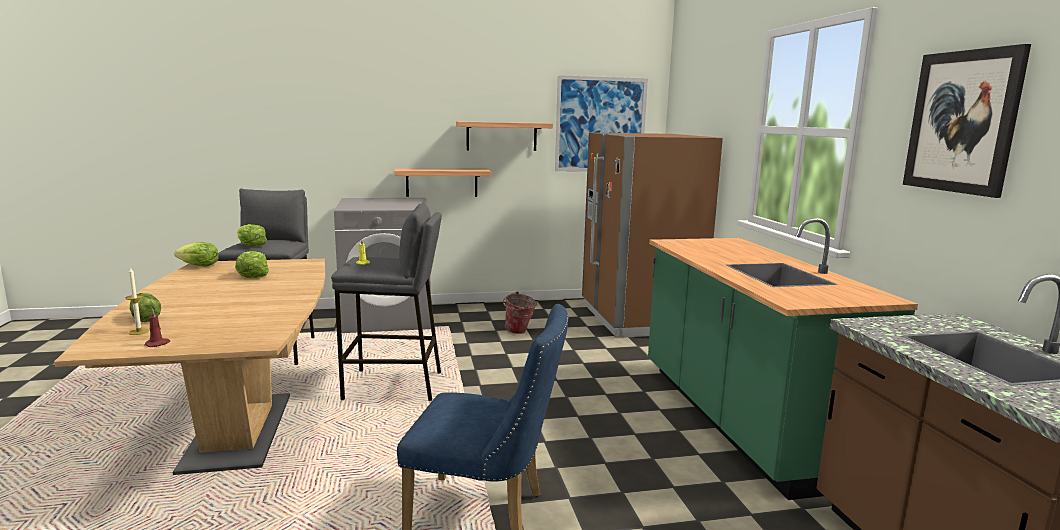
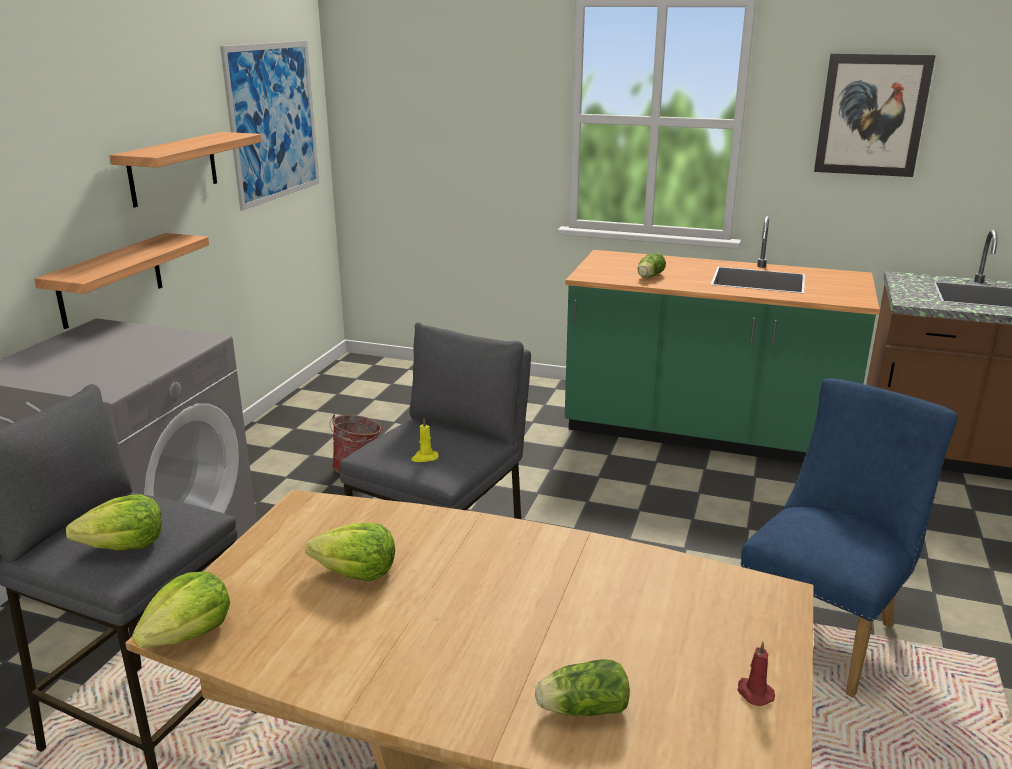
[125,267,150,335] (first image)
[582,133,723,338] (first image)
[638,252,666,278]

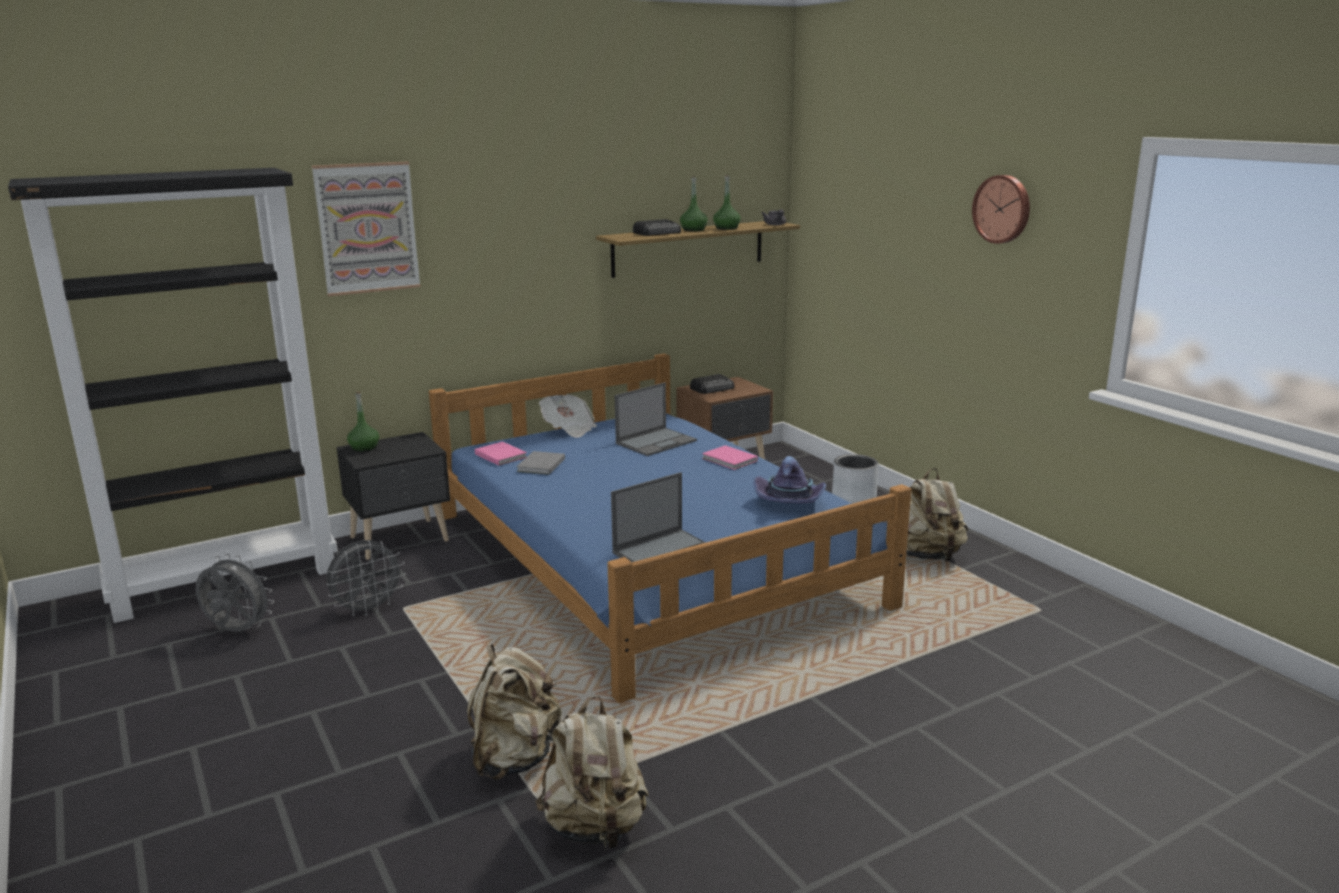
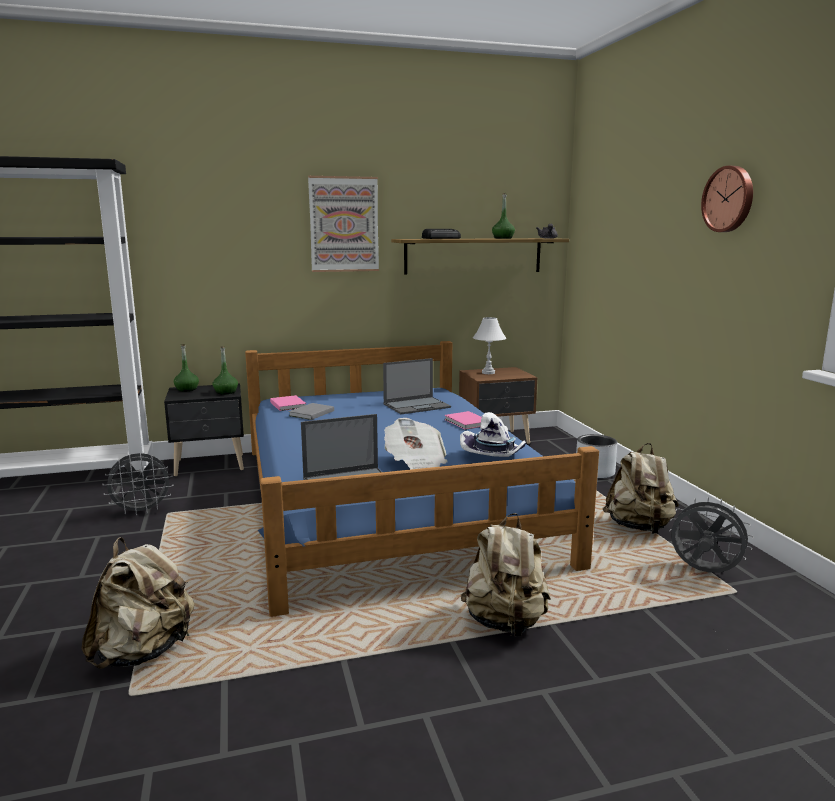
[669,496,754,573]
[308,176,379,272]
[461,513,551,637]
[384,418,447,469]
[212,346,238,395]
[473,317,506,374]
[460,412,526,457]

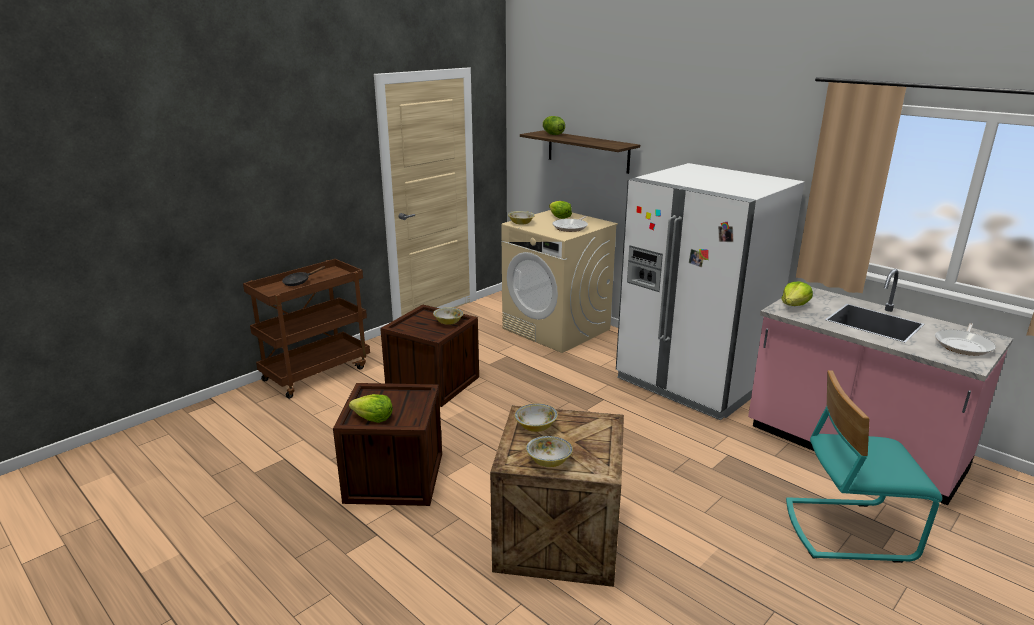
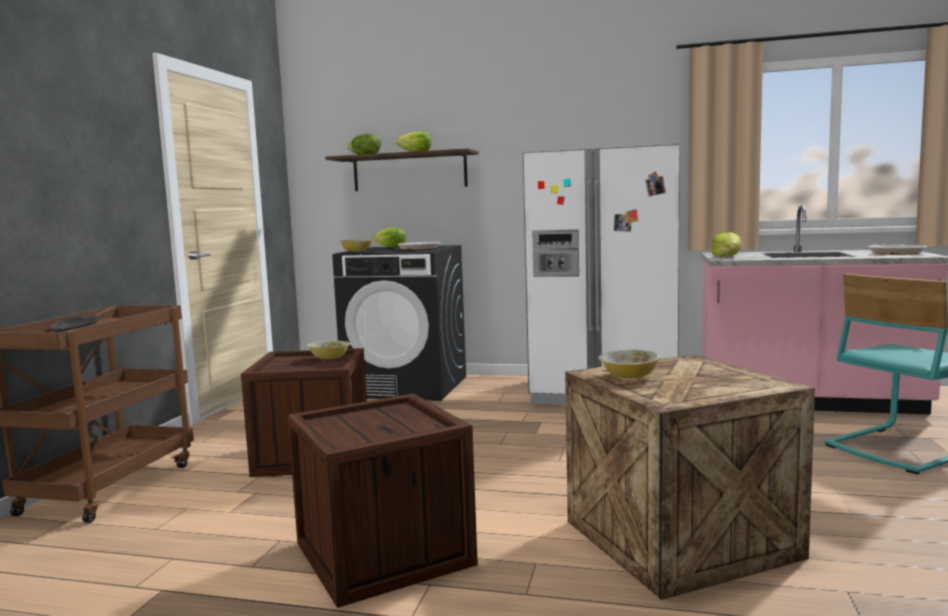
[396,131,431,152]
[332,245,466,401]
[526,436,573,467] (first image)

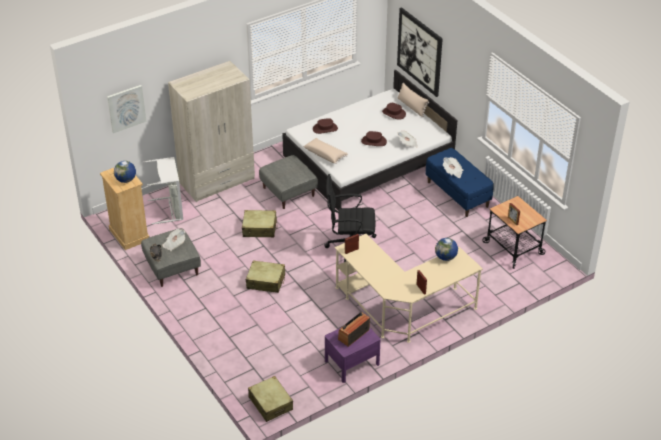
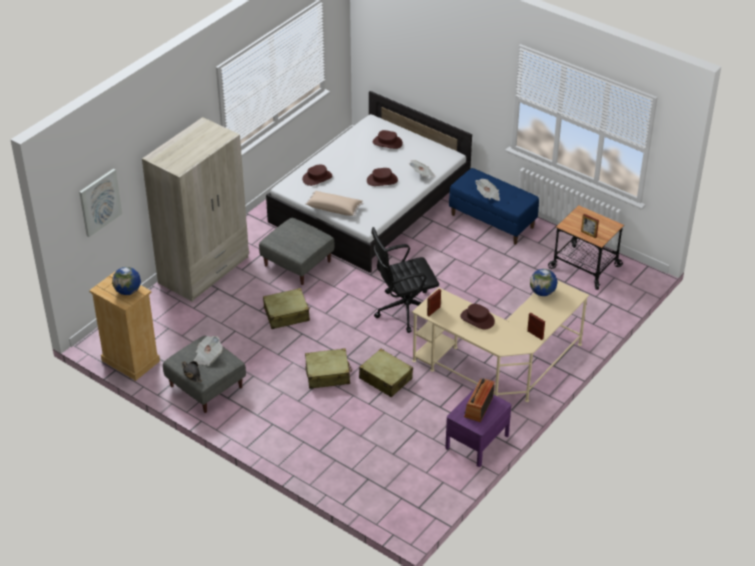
[143,157,183,224] (first image)
[359,349,413,397]
[397,7,443,97] (first image)
[397,83,429,117] (first image)
[460,304,495,329]

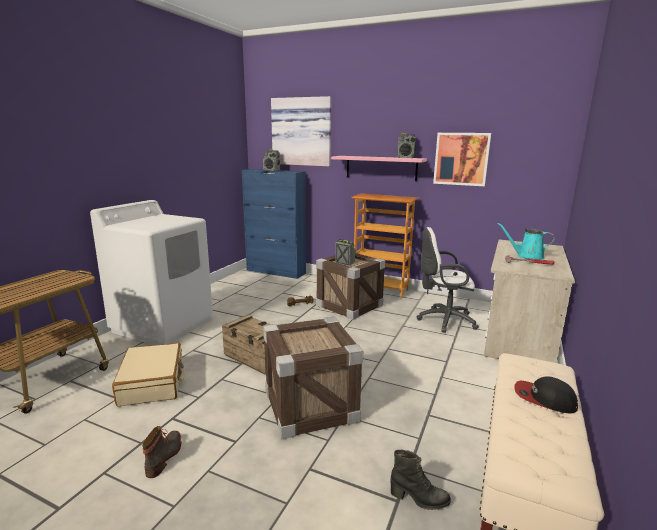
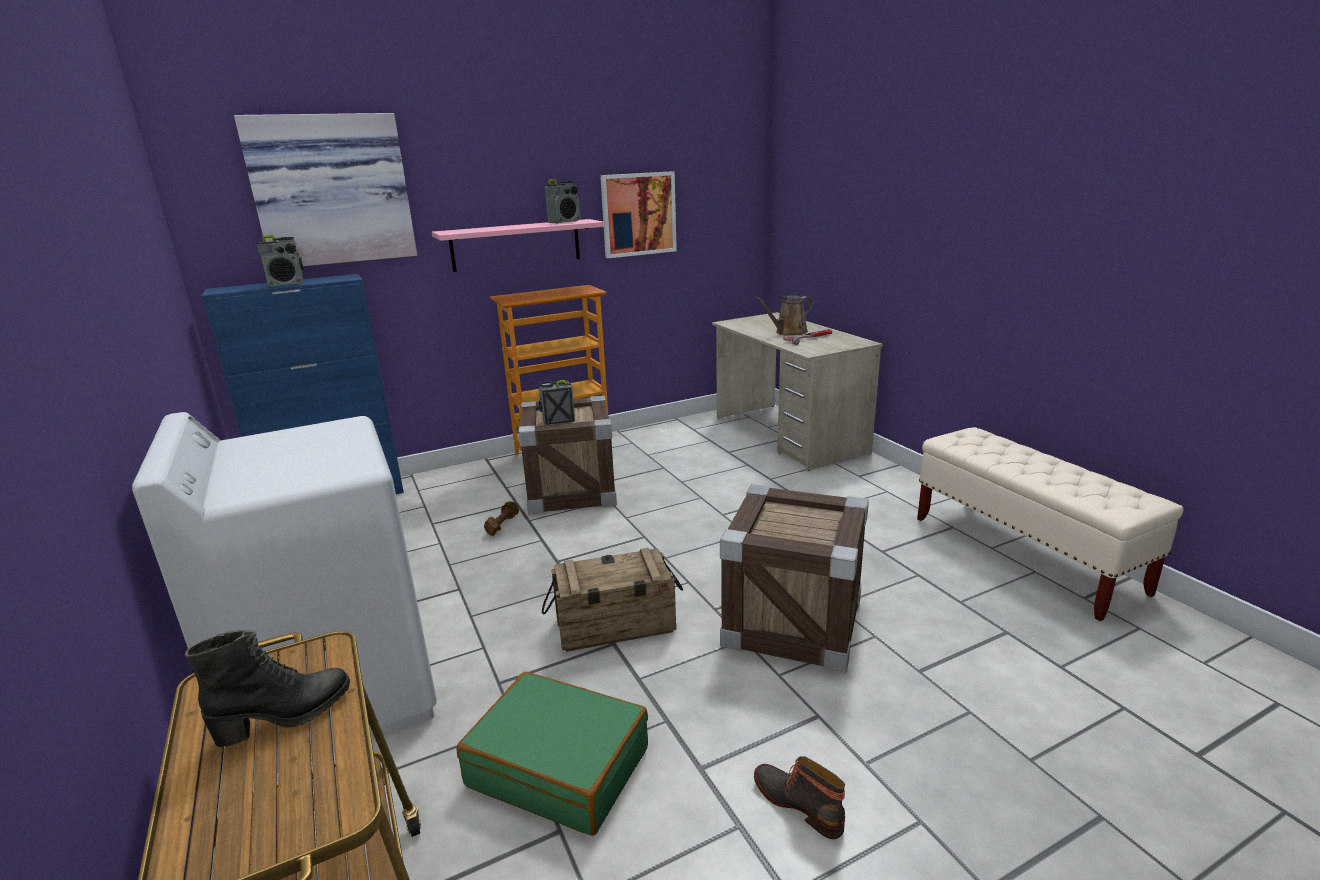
[457,672,648,836]
[185,630,350,747]
[417,227,479,333] (first image)
[755,295,813,336]
[514,376,578,414] (first image)

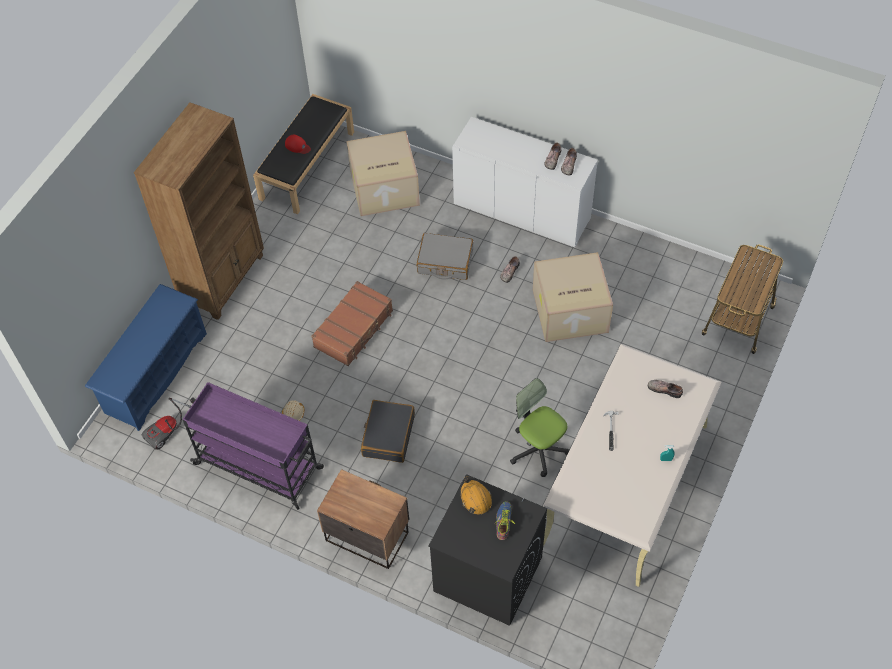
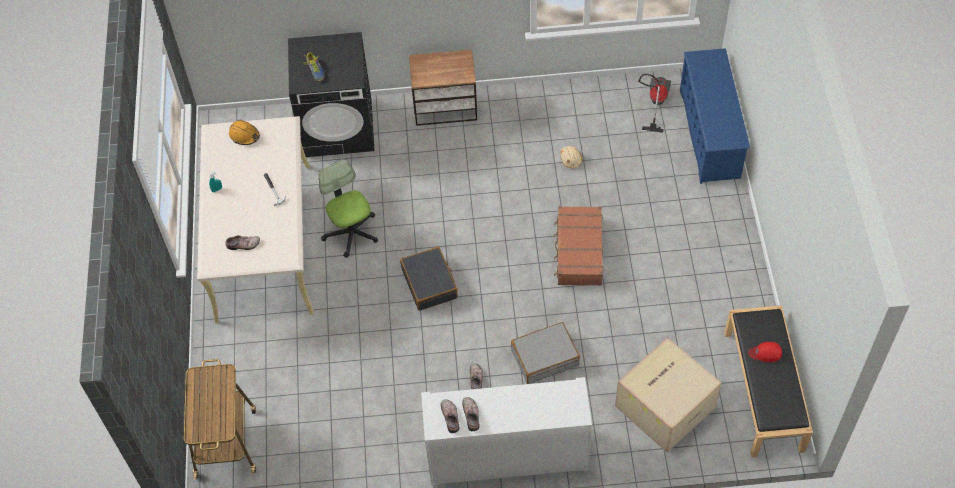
[134,103,264,320] (first image)
[182,382,324,510] (first image)
[400,247,458,311]
[229,119,260,145]
[319,159,378,258]
[533,252,613,342] (first image)

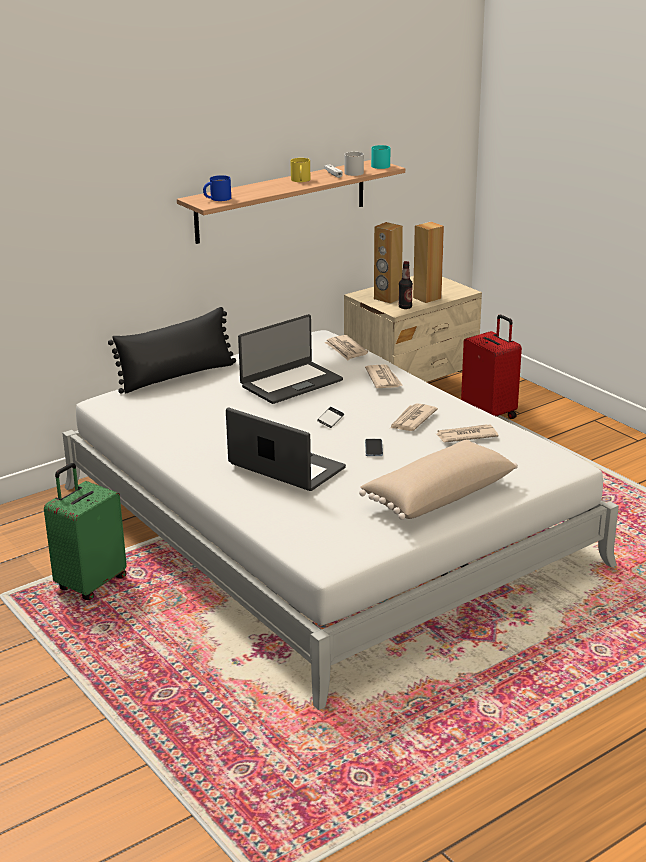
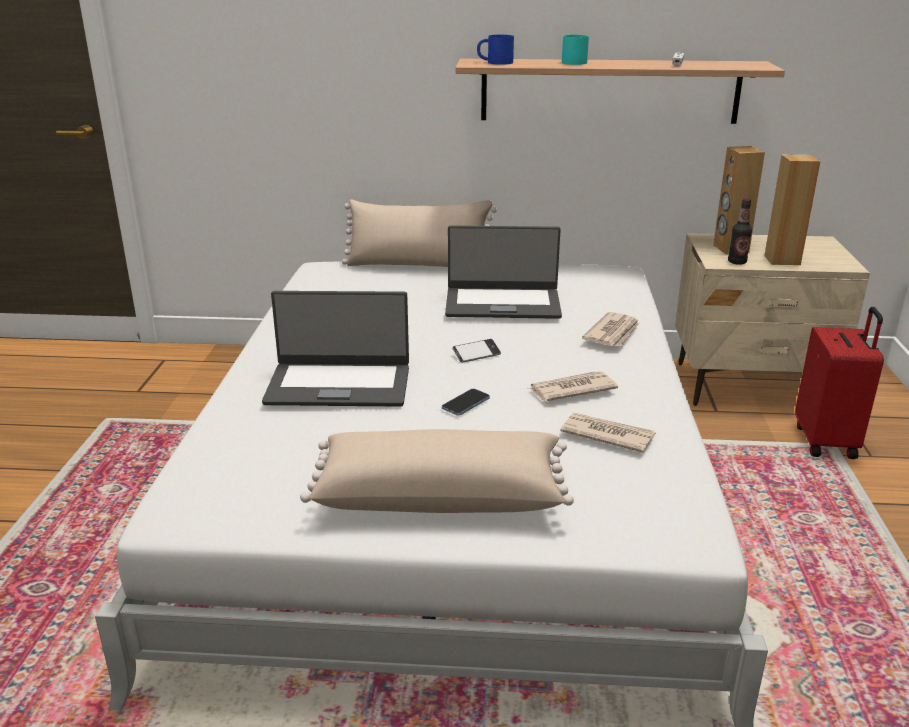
[44,463,127,600] (first image)
[342,199,497,267]
[262,291,409,407]
[290,158,310,182] (first image)
[324,335,368,360] (first image)
[345,152,364,176] (first image)
[562,35,589,65]

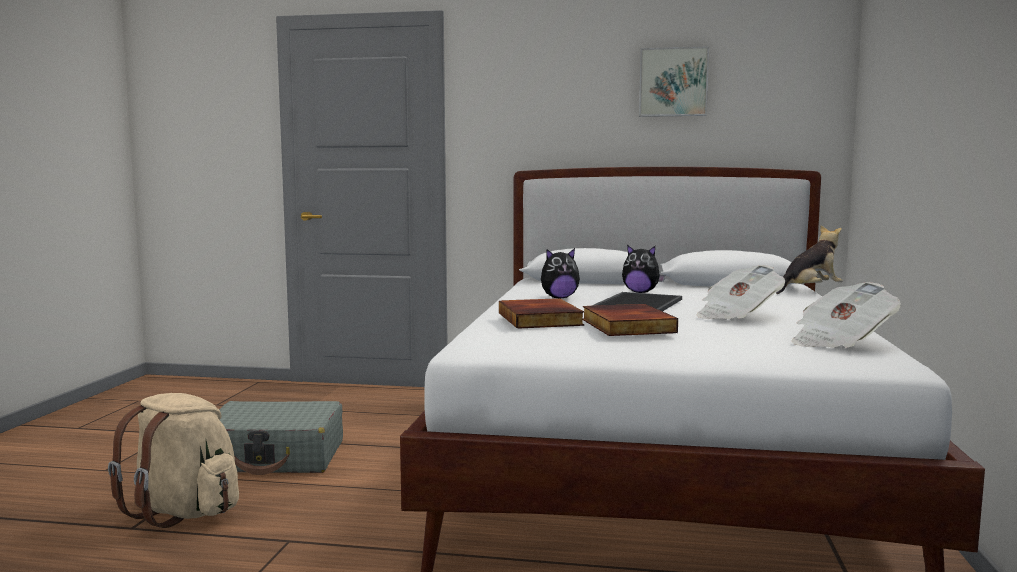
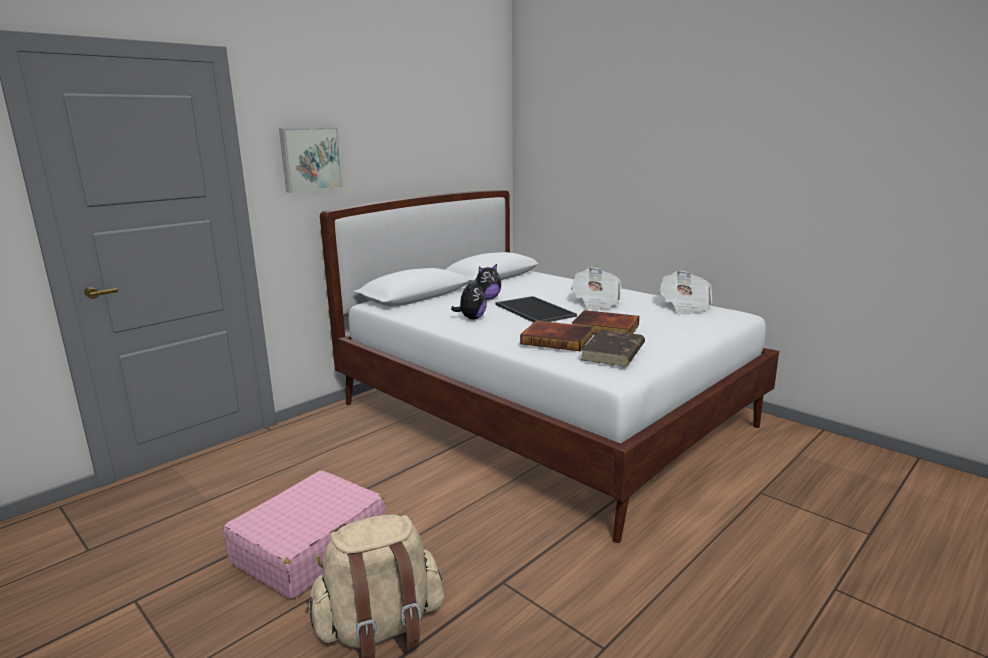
[223,470,386,600]
[279,128,343,193]
[776,225,842,294] (first image)
[581,330,645,366]

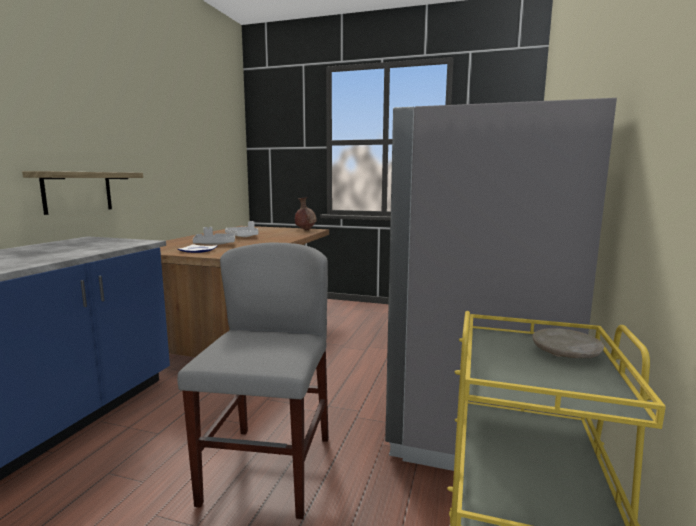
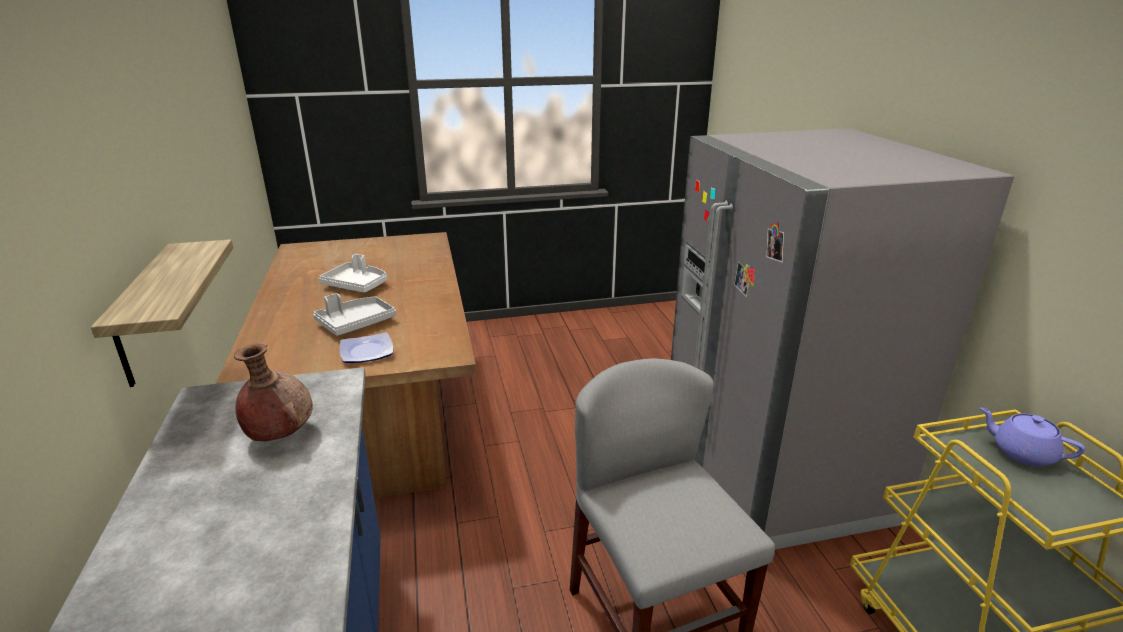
[234,343,313,441]
[979,407,1085,466]

